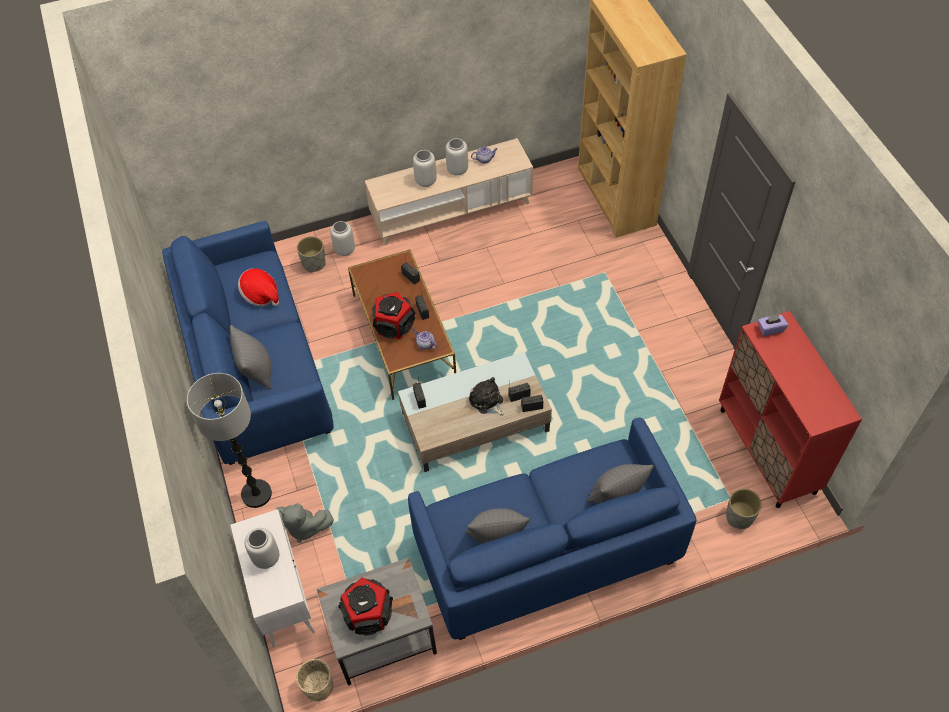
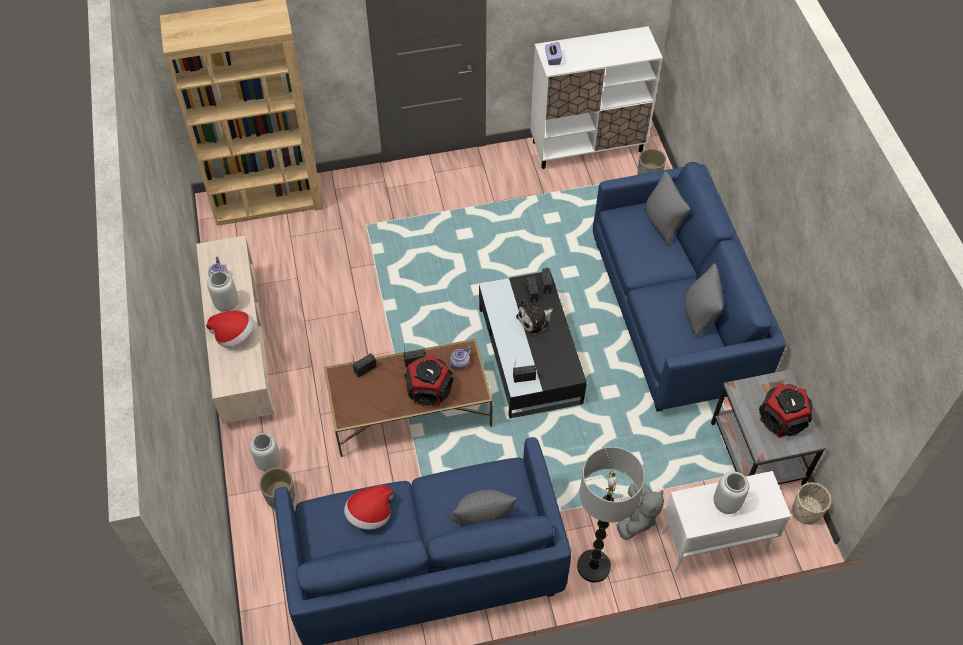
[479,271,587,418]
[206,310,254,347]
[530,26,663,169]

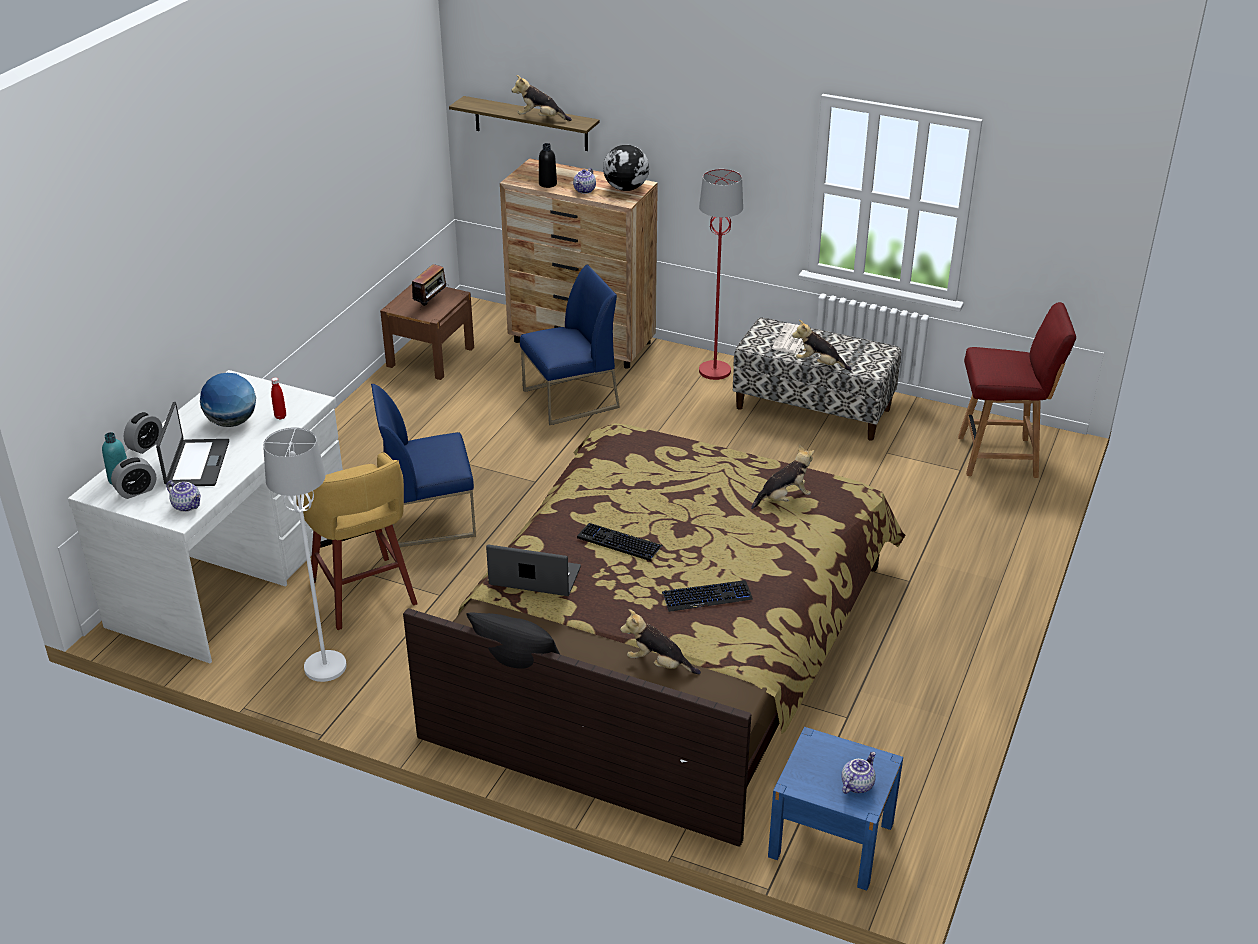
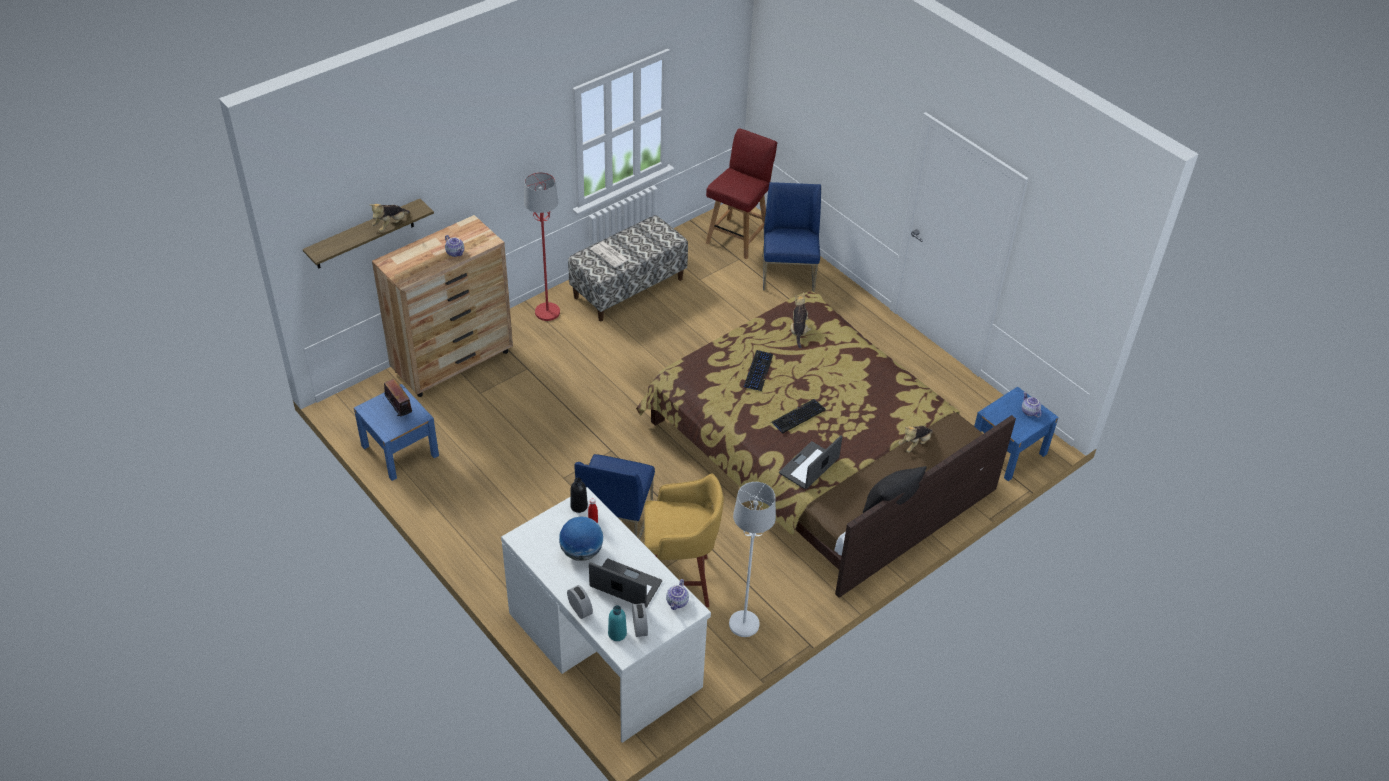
[666,579,689,610]
[354,384,439,481]
[763,182,821,292]
[570,478,588,513]
[603,145,649,191] (first image)
[743,350,773,391]
[792,320,852,371] (first image)

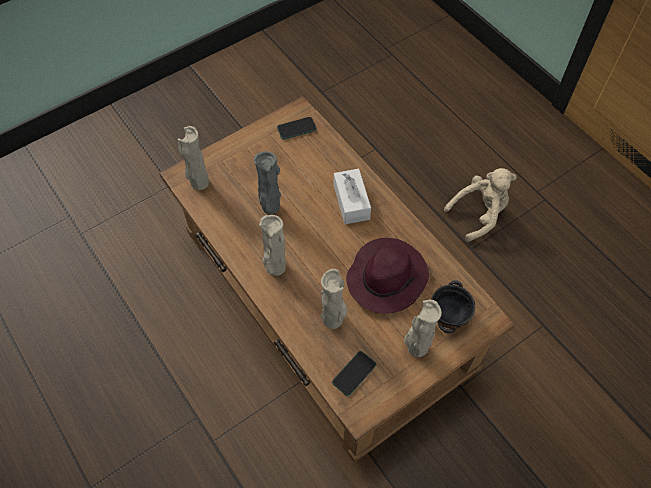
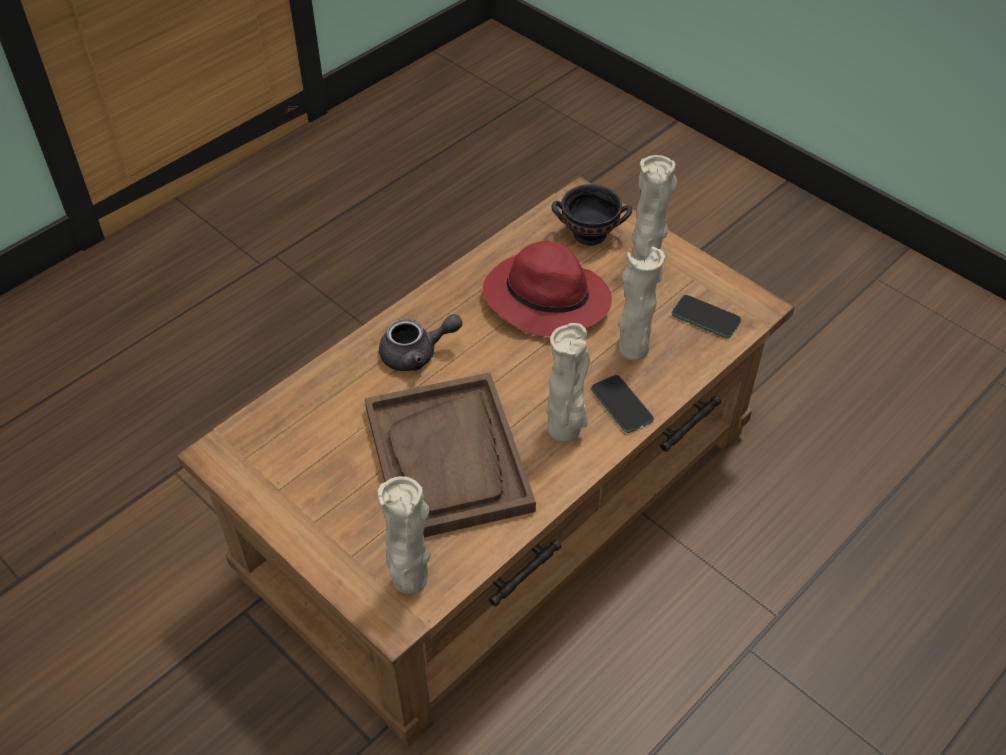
[365,372,536,537]
[591,375,654,433]
[379,314,463,371]
[483,241,611,337]
[444,168,517,242] (first image)

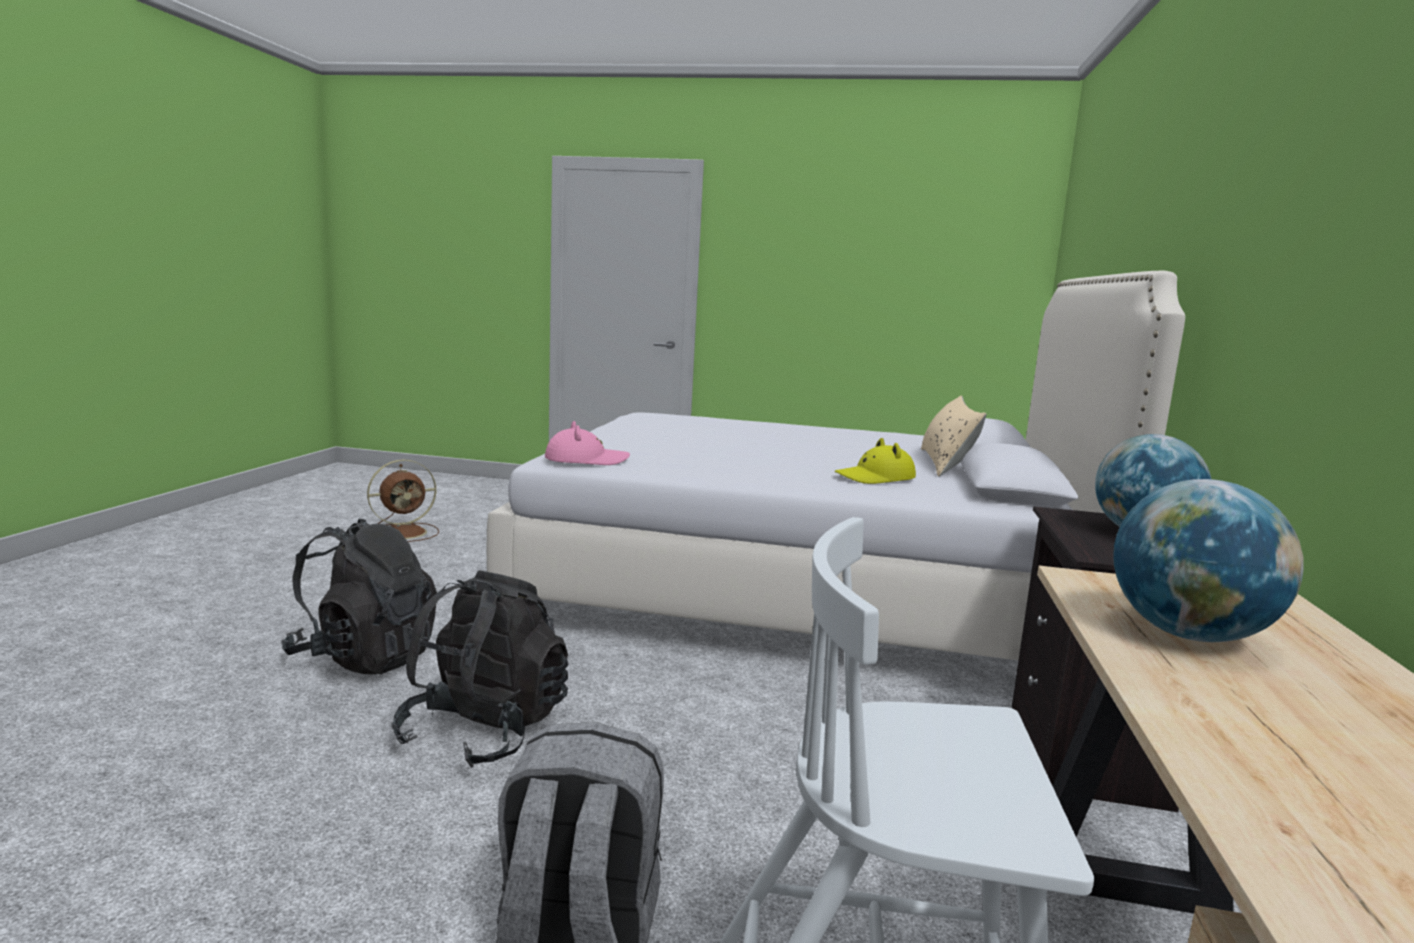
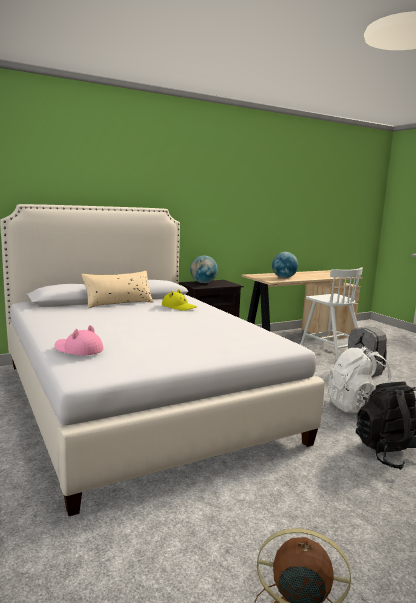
[327,346,391,413]
[54,325,103,355]

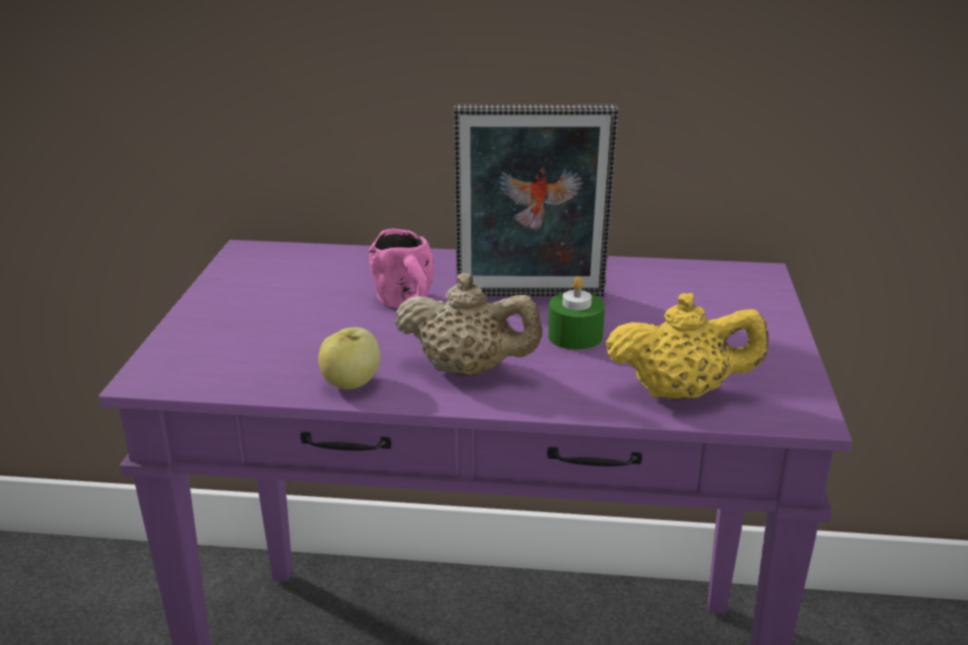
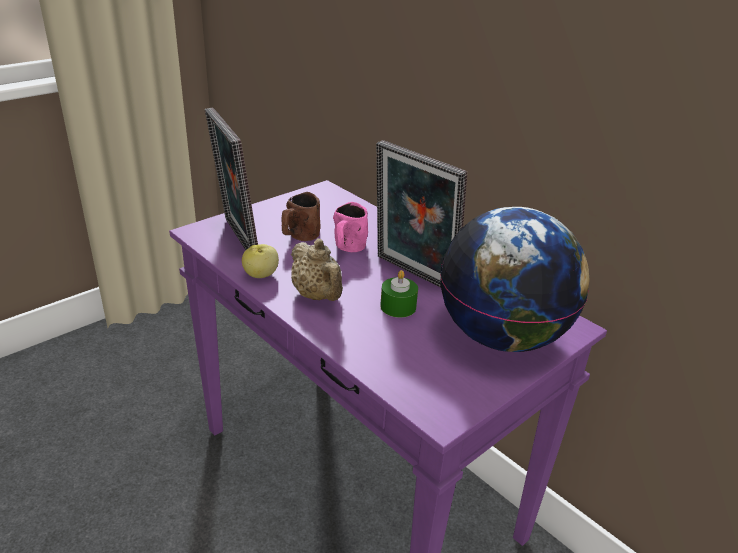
[606,293,769,400] (first image)
[205,107,258,250]
[282,192,320,241]
[440,207,590,352]

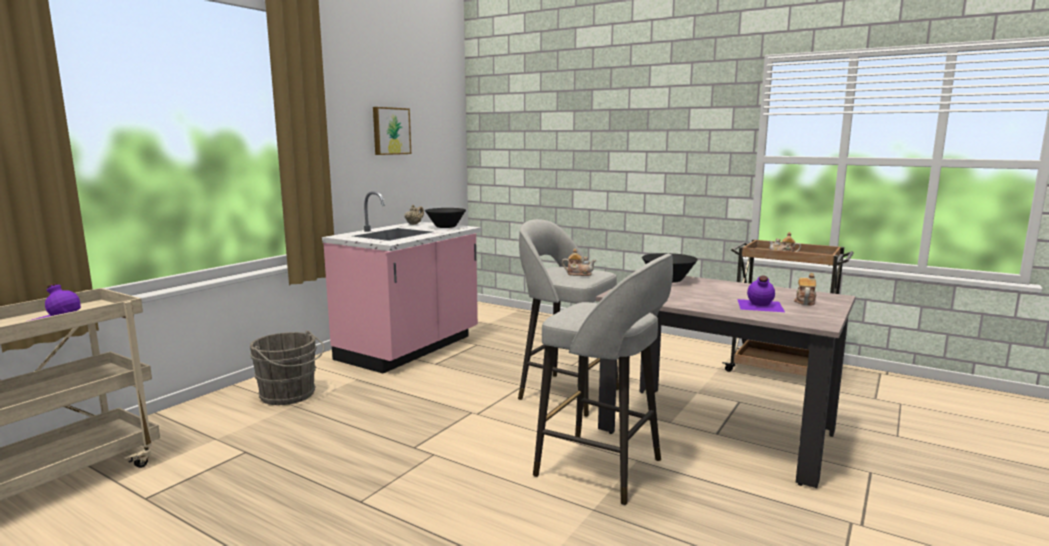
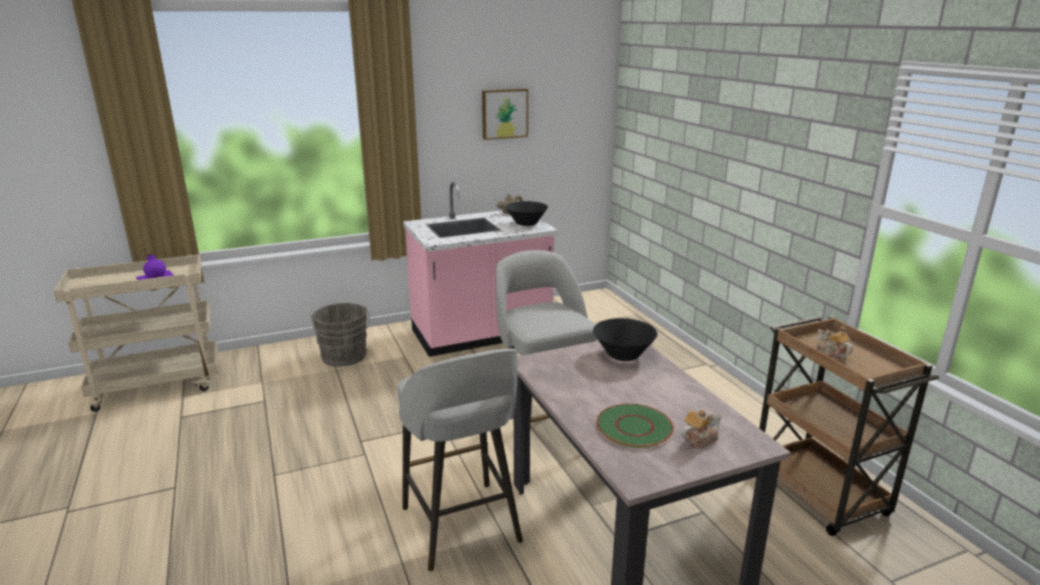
[562,248,596,276] (first image)
[597,404,674,448]

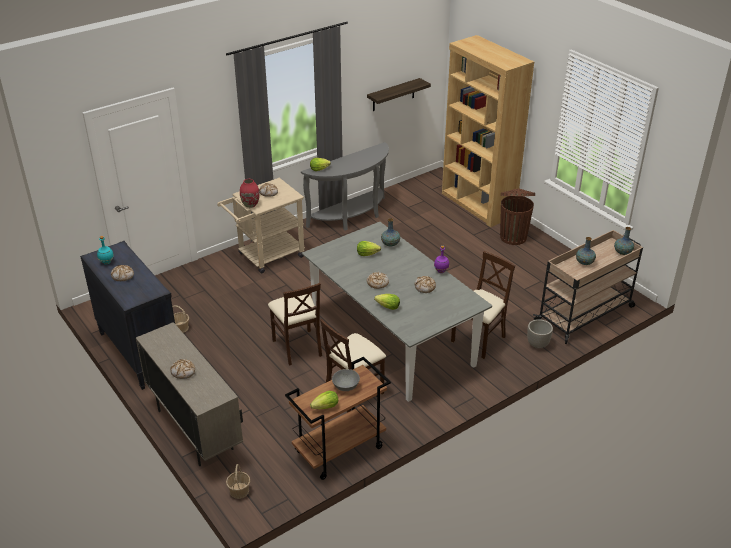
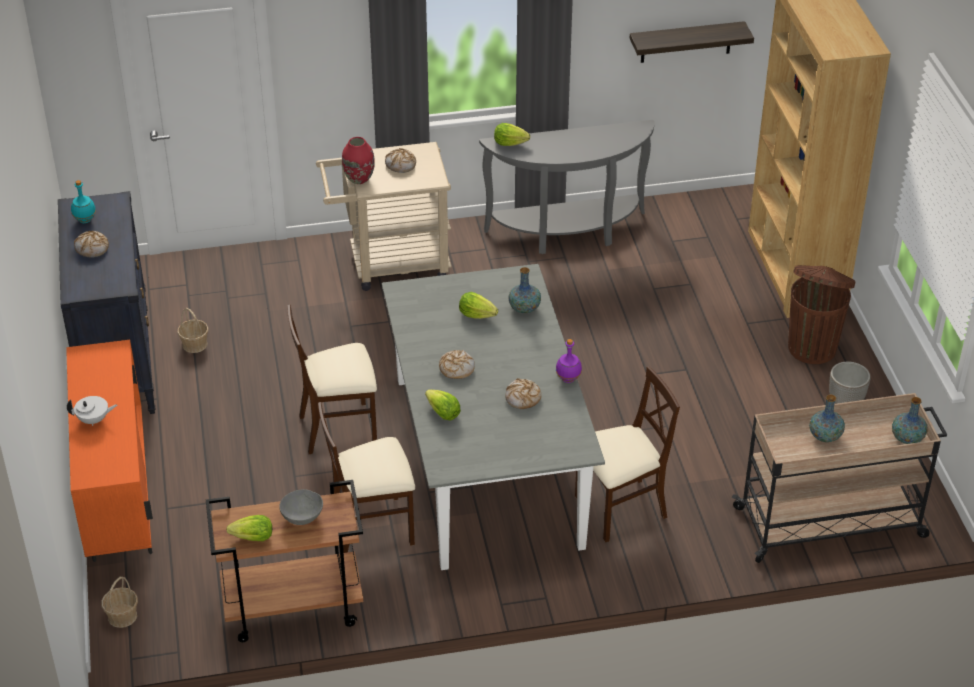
[66,340,153,562]
[67,396,117,426]
[287,305,377,454]
[829,362,870,404]

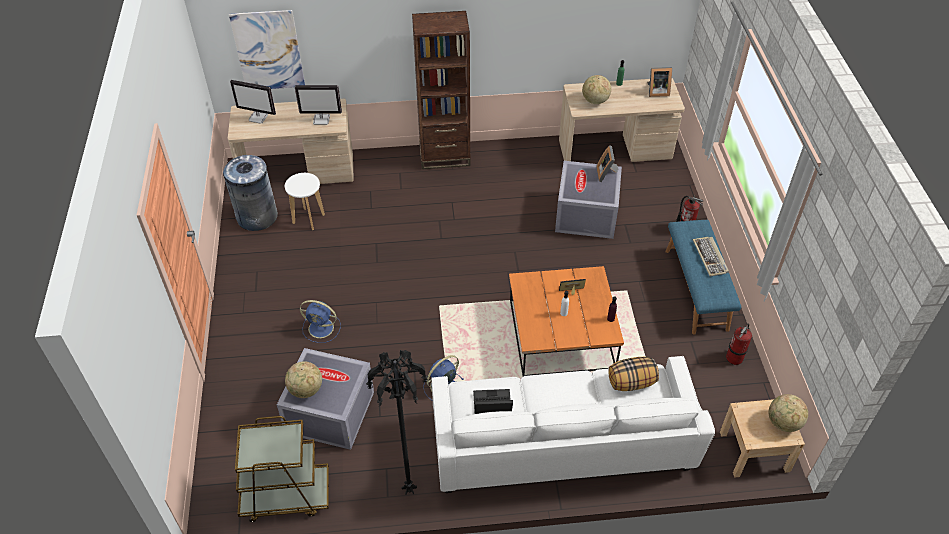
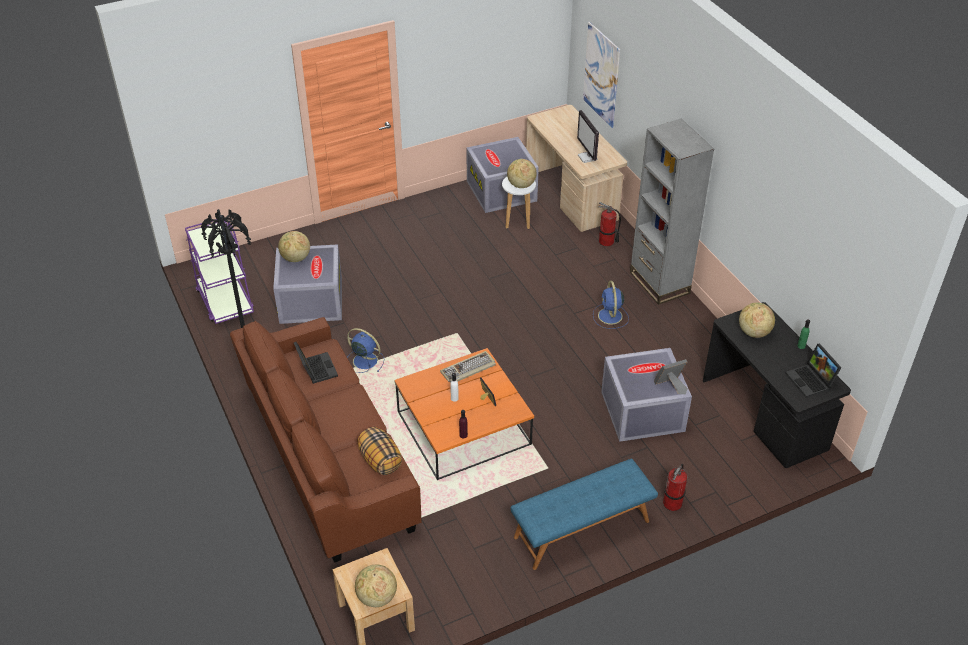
[466,137,539,213]
[230,80,276,124] (first image)
[185,219,254,324]
[593,281,629,329]
[630,119,714,305]
[230,317,422,563]
[703,302,851,468]
[785,344,841,398]
[440,351,496,383]
[598,202,621,247]
[507,159,536,188]

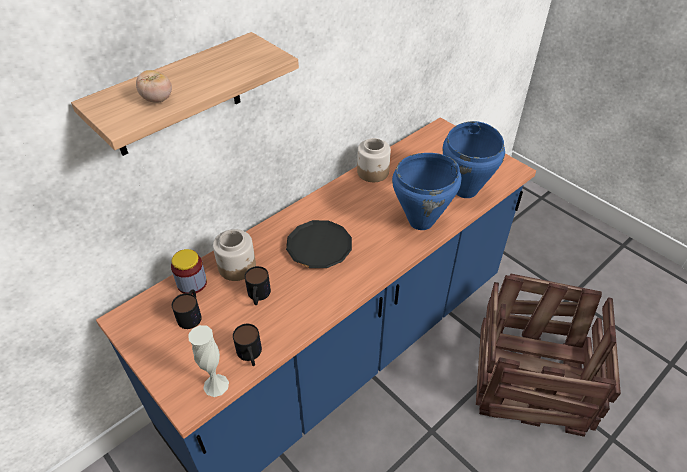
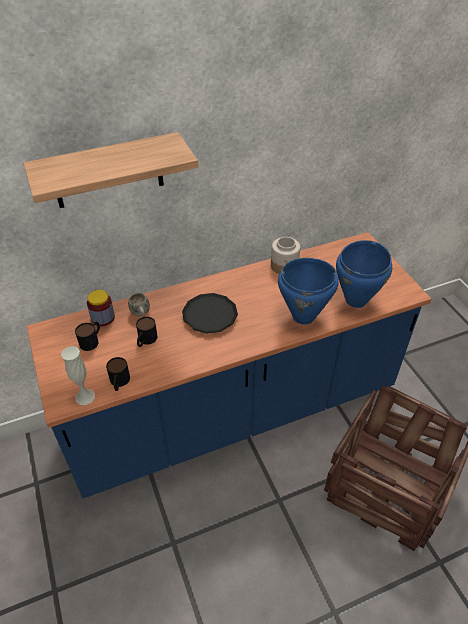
[136,70,172,103] (first image)
[128,293,150,317]

